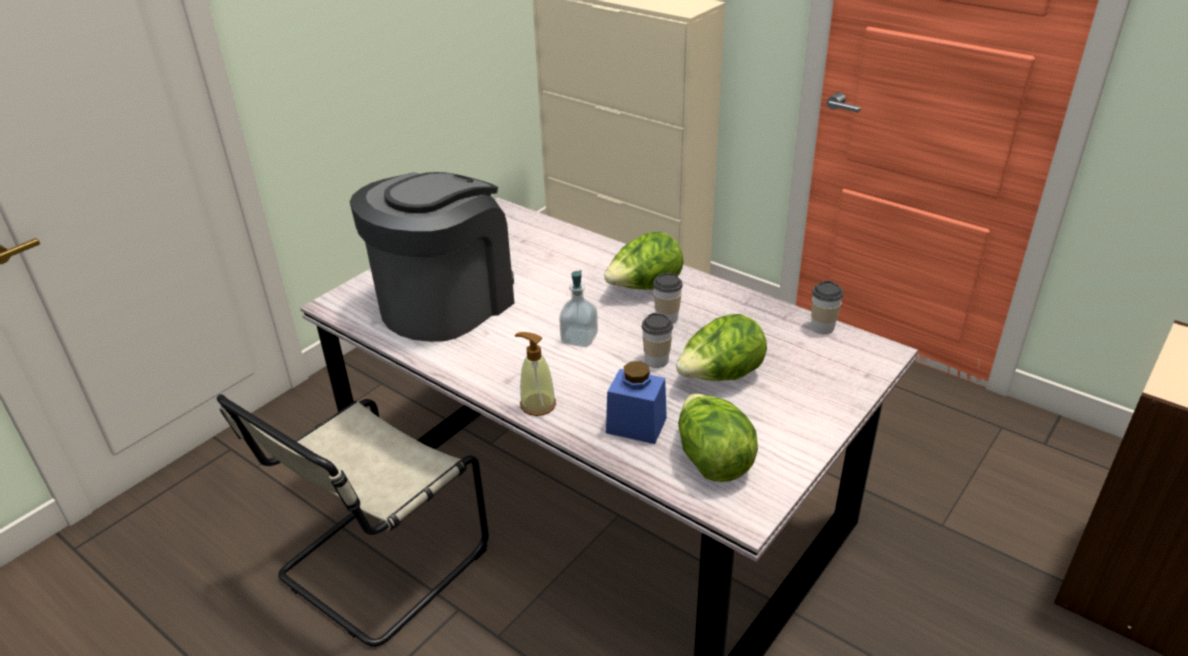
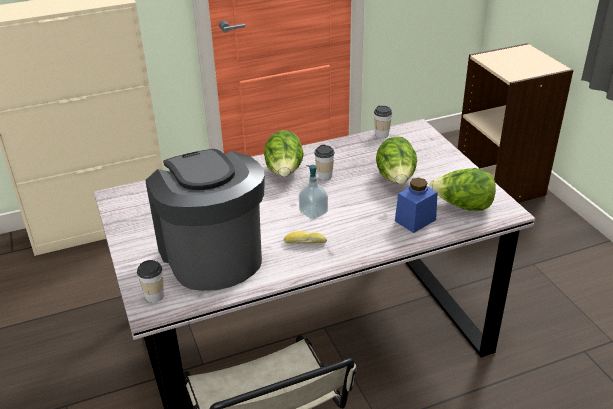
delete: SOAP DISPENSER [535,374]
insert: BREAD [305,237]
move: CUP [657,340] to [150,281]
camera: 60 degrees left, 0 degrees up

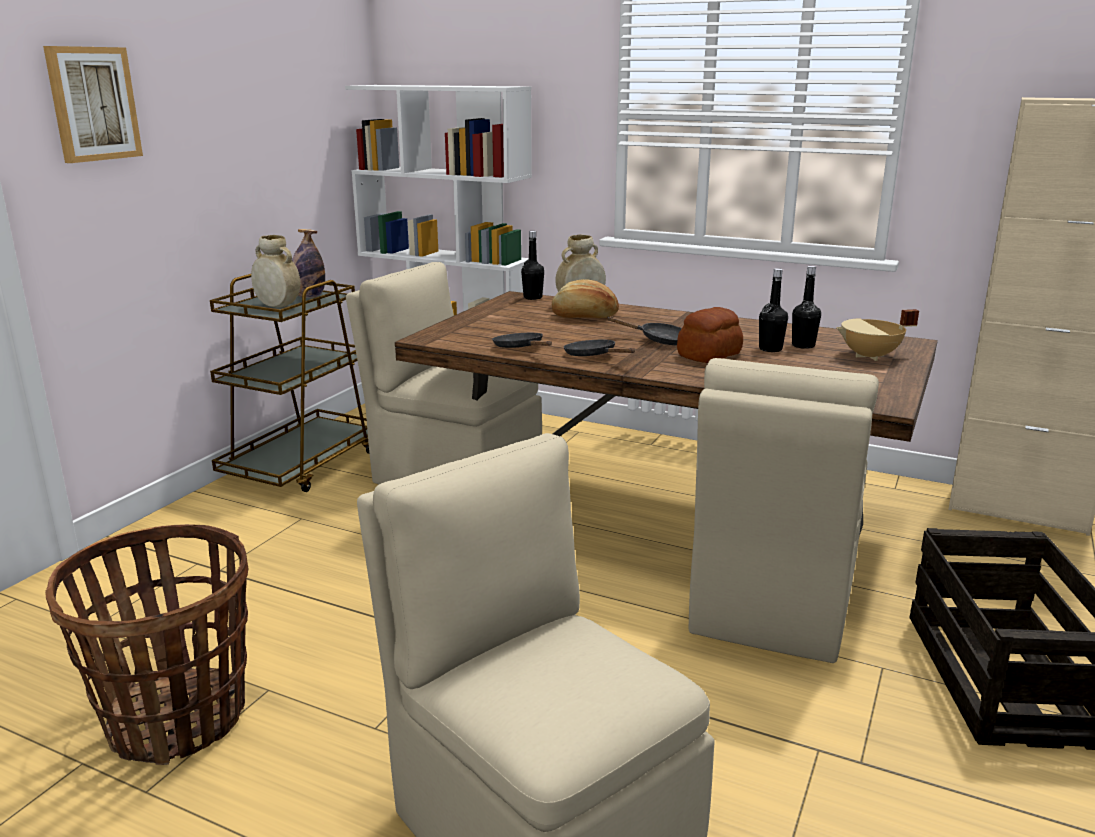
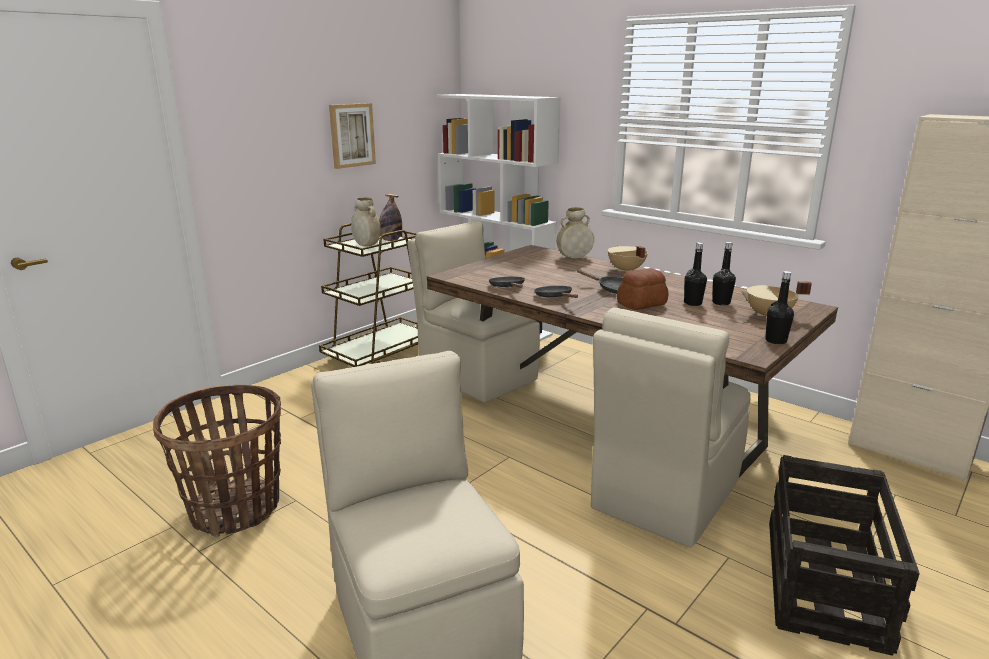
delete: BREAD [585,298]
insert: BEIGE COOKING POT [628,258]
move: PICTURE [93,104] to [352,136]; BLACK BOTTLE [532,265] to [779,307]
camera: 15 degrees right, 0 degrees up

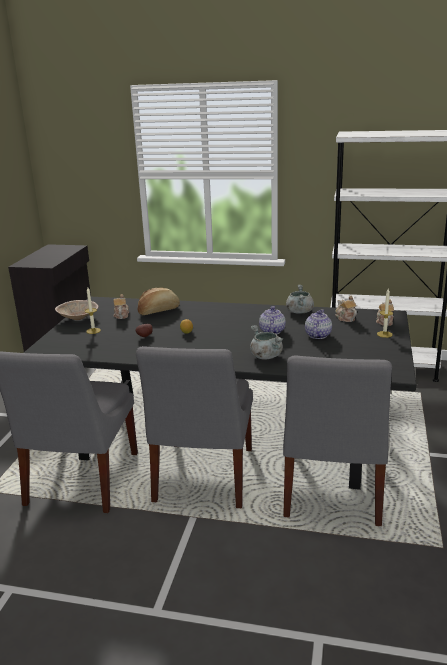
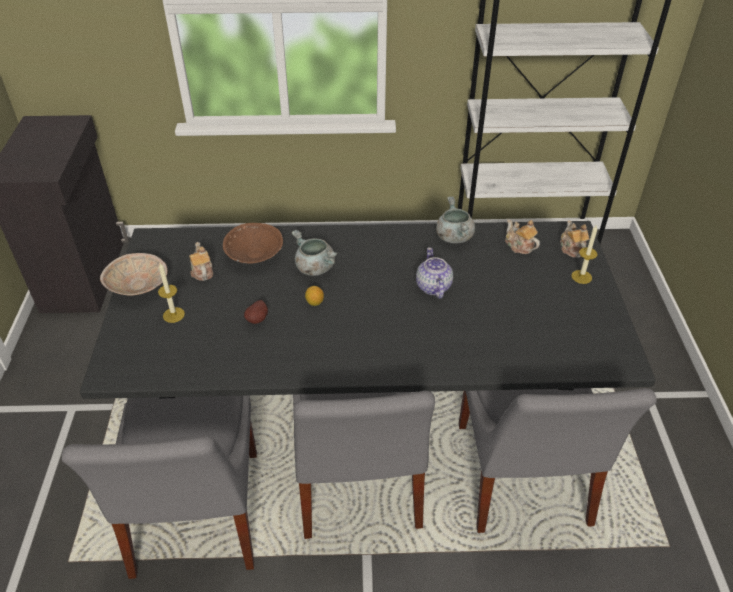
delete: TEAPOT [318,324]
move: GREY COOKING POT [266,342] to [314,253]
replace: BREAD [159,301] to BROWN BOWL [253,243]
camera: 15 degrees left, 20 degrees up

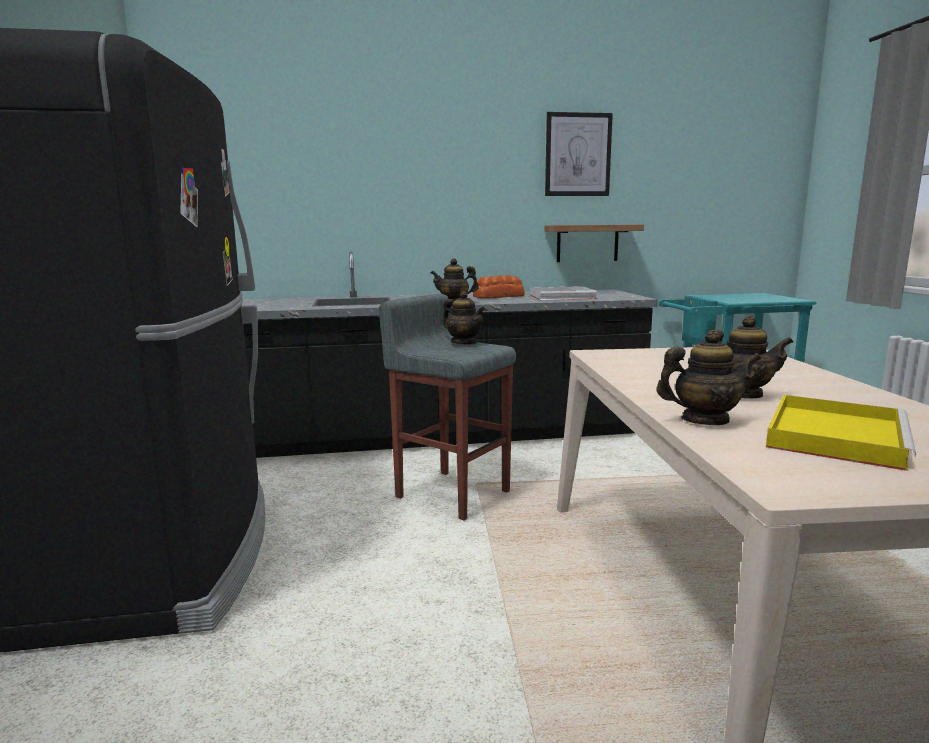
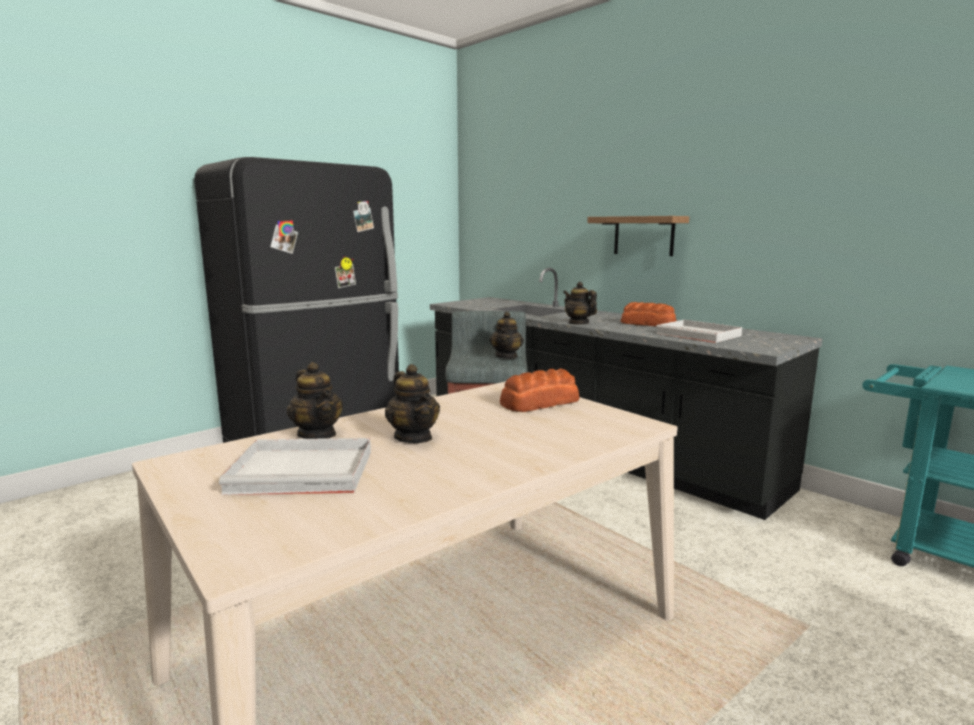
delete: PICTURE [579,154]
insert: BREAD [539,390]
move: SHELF [594,243] to [638,236]
recolor: YELLOW TRAY [841,433] to WHITE TRAY [295,466]
camera: 55 degrees right, 0 degrees up

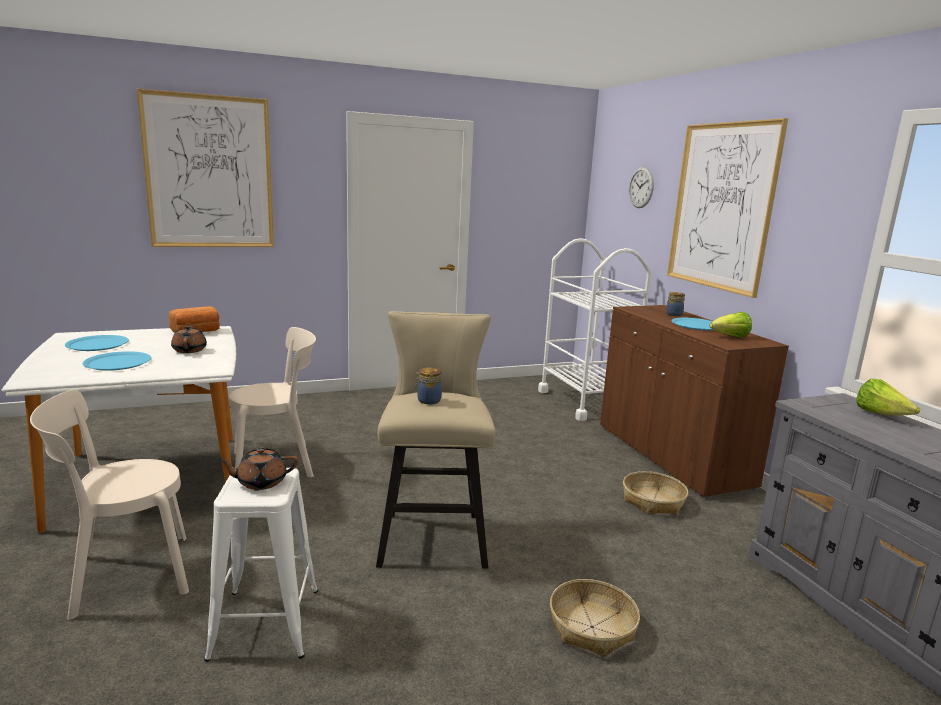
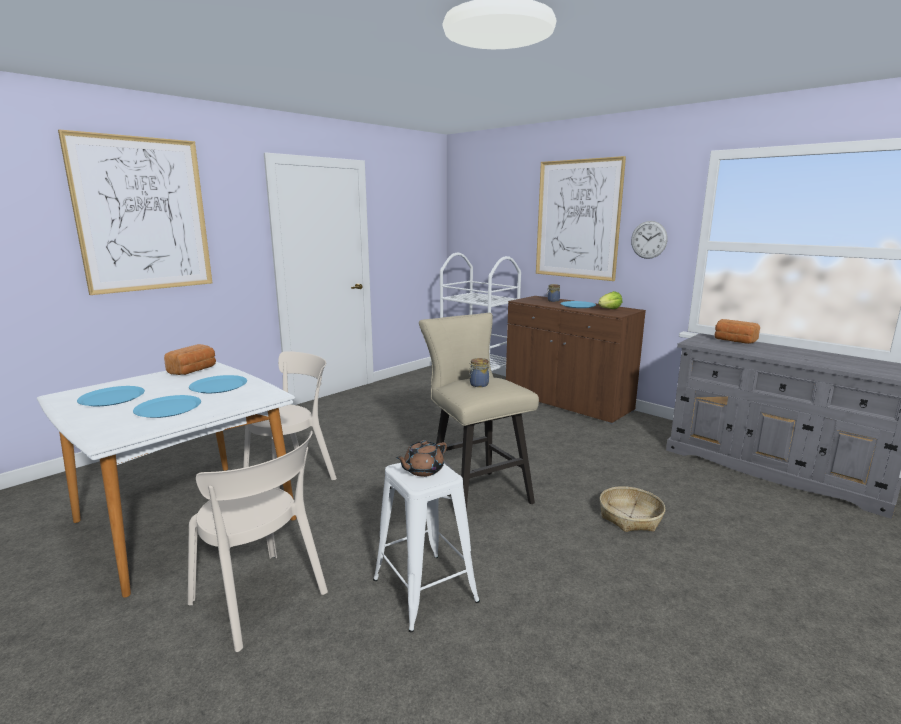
delete: BASKET [655,493]
move: WALL CLOCK [641,187] to [649,240]
replace: BROWN TEAPOT [189,339] to BLUE PLATE [218,384]; LETTUCE [888,397] to BREAD [737,331]
rotate: BEIGE CHAIR [109,505] = [258,541] 90 degrees counterclockwise
camera: 25 degrees left, 0 degrees up

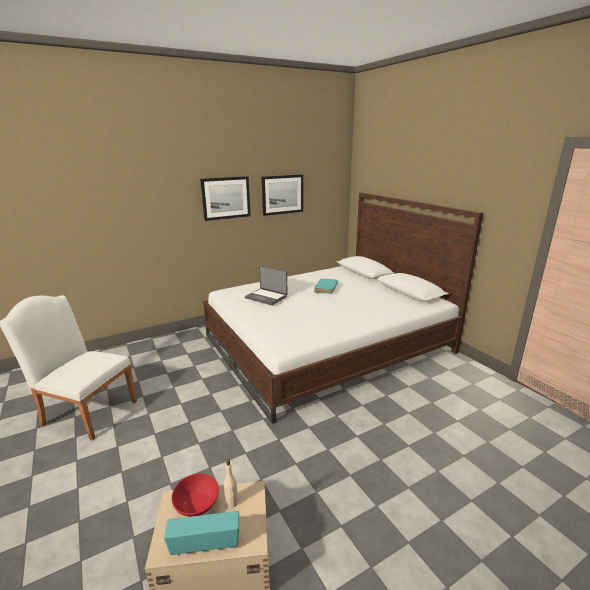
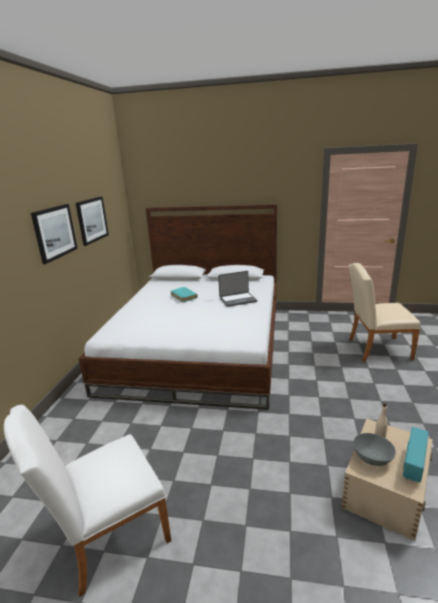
insert: BEIGE CHAIR [385,312]
move: LAPTOP [266,285] to [237,289]
recolor: RED BOWL [195,495] to GREY BOWL [374,449]
camera: 50 degrees left, 0 degrees up

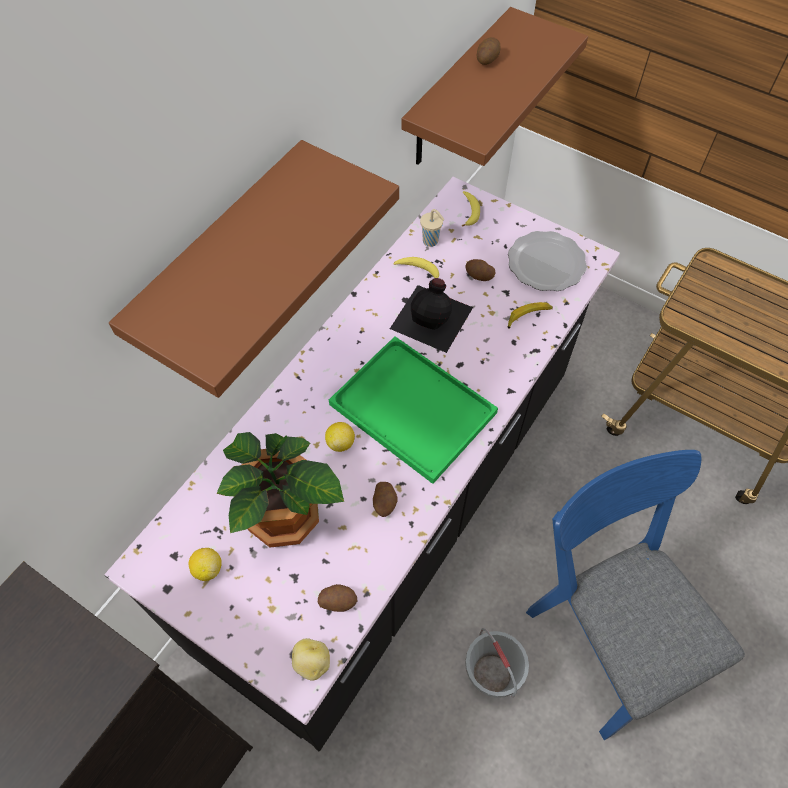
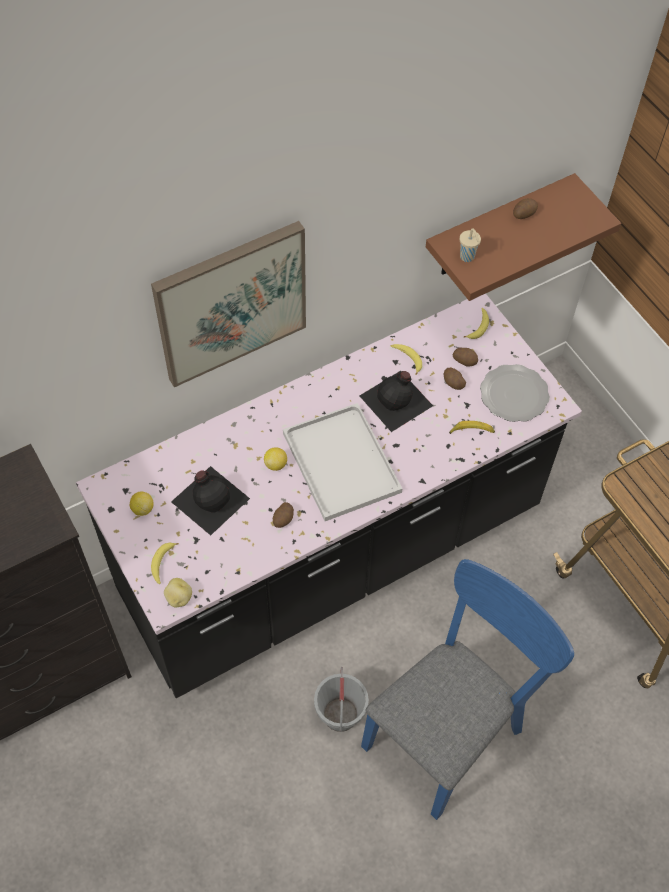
insert: BANANA [165,563]
move: POTATO [338,598] to [465,357]; BEIGE CUP [432,228] to [470,245]
replace: BROWN SHELF [254,269] to PICTURE [228,304]; POTTED PLANT [280,490] to BLACK BOTTLE [210,500]
recolor: GREEN TRAY [413,410] to WHITE TRAY [343,462]
rotate: BLUE CHAIR [635,595] = [467,689] 45 degrees clockwise
camera: 25 degrees right, 0 degrees up

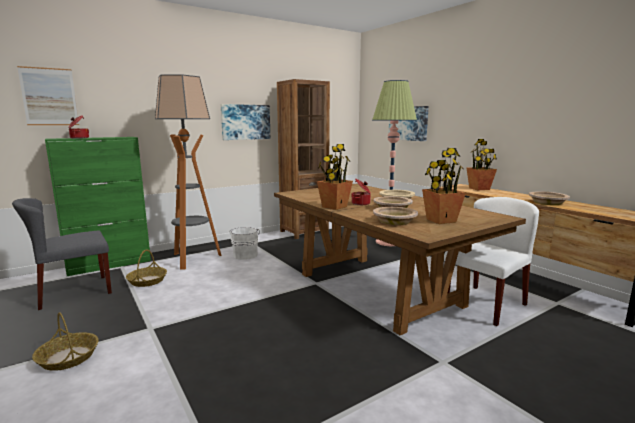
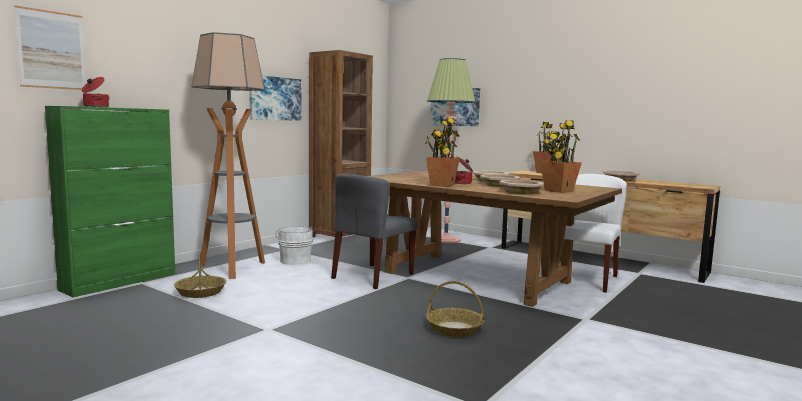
move: GREY CHAIR [62,254] to [374,231]; BASKET [65,341] to [455,309]
camera: 20 degrees left, 5 degrees down

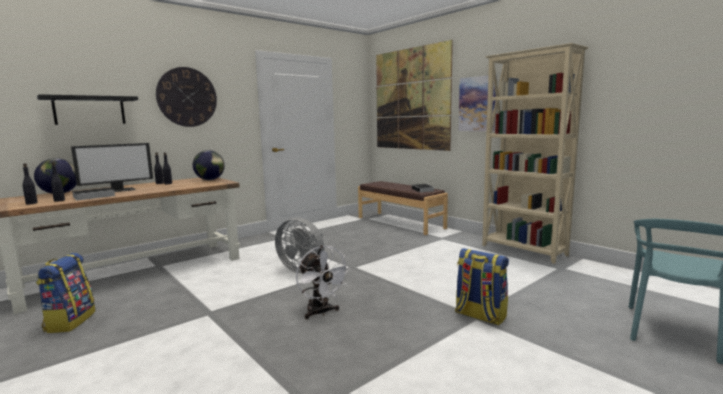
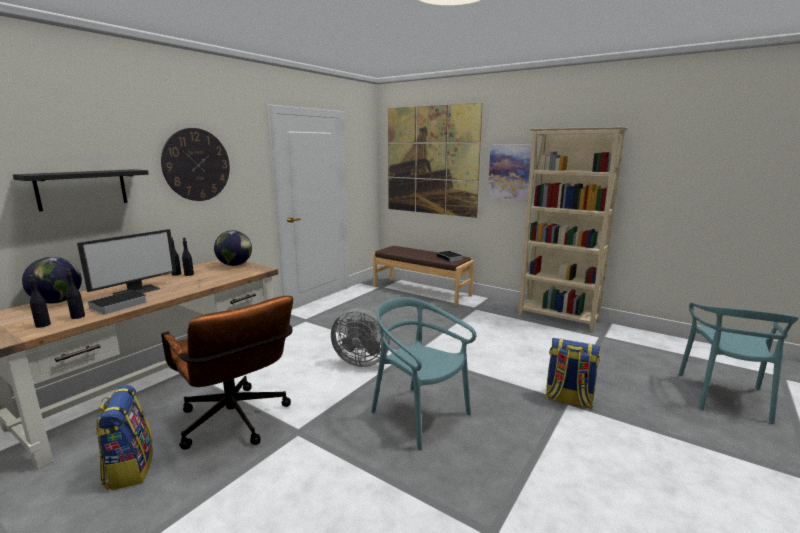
insert: BROWN OFFICE CHAIR [227,373]
replace: WHITE FAN [323,282] to TURQUOISE CHAIR [423,374]
camera: 15 degrees left, 5 degrees up

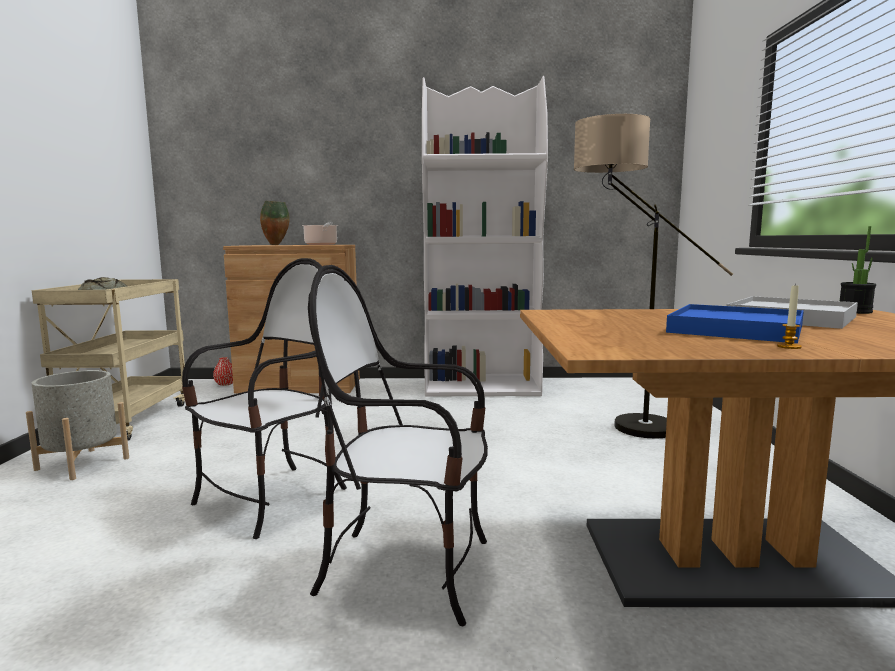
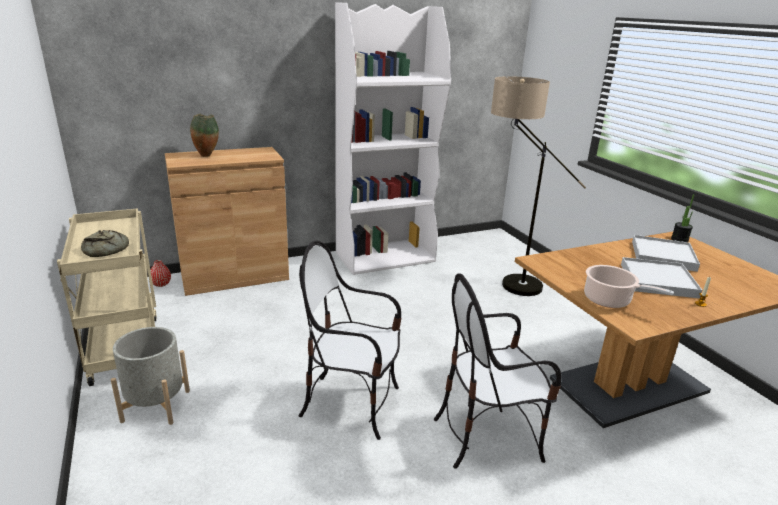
move: COOKING POT [320,233] to [629,286]
recolor: BLUE TRAY [735,323] to WHITE TRAY [661,277]
rotate: CHAIR [264,398] = [350,340] 90 degrees counterclockwise
camera: 25 degrees left, 15 degrees up

